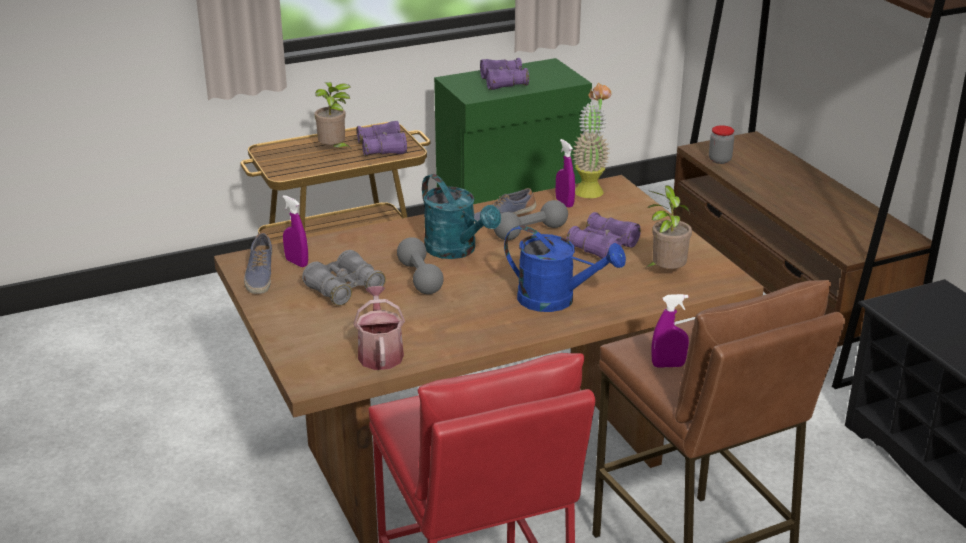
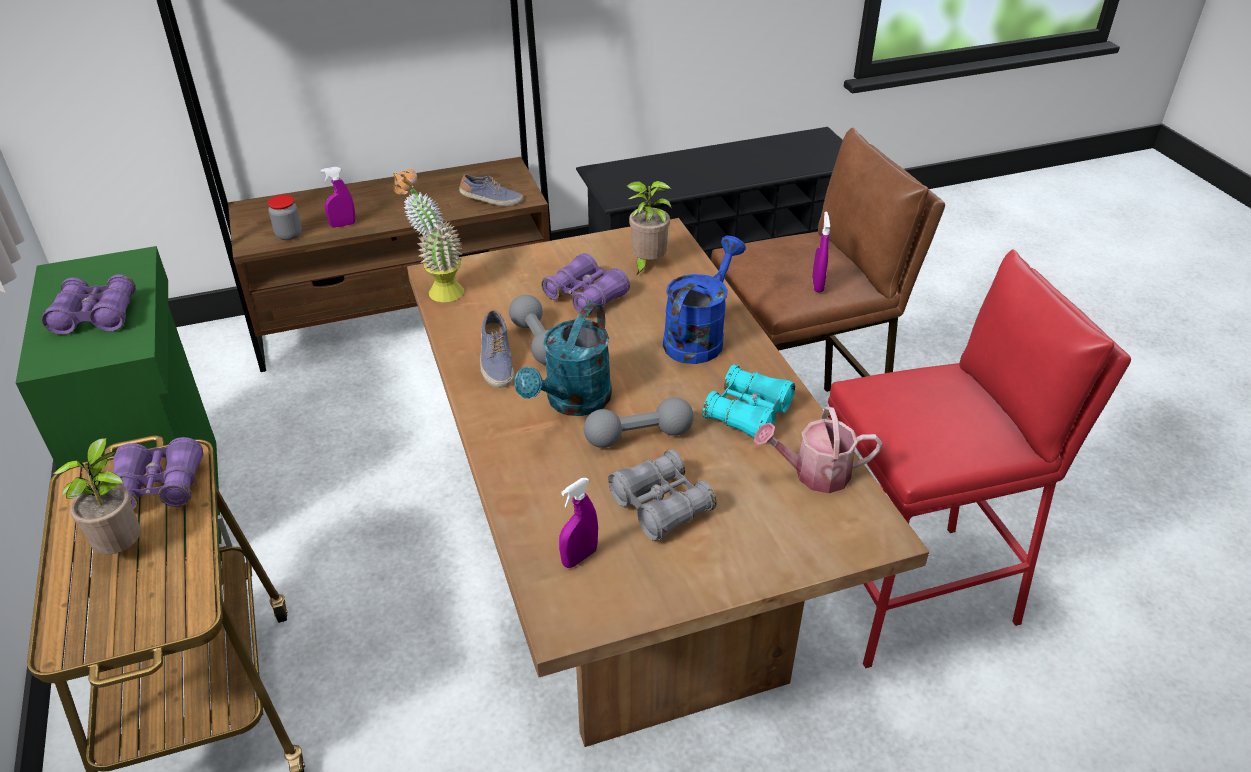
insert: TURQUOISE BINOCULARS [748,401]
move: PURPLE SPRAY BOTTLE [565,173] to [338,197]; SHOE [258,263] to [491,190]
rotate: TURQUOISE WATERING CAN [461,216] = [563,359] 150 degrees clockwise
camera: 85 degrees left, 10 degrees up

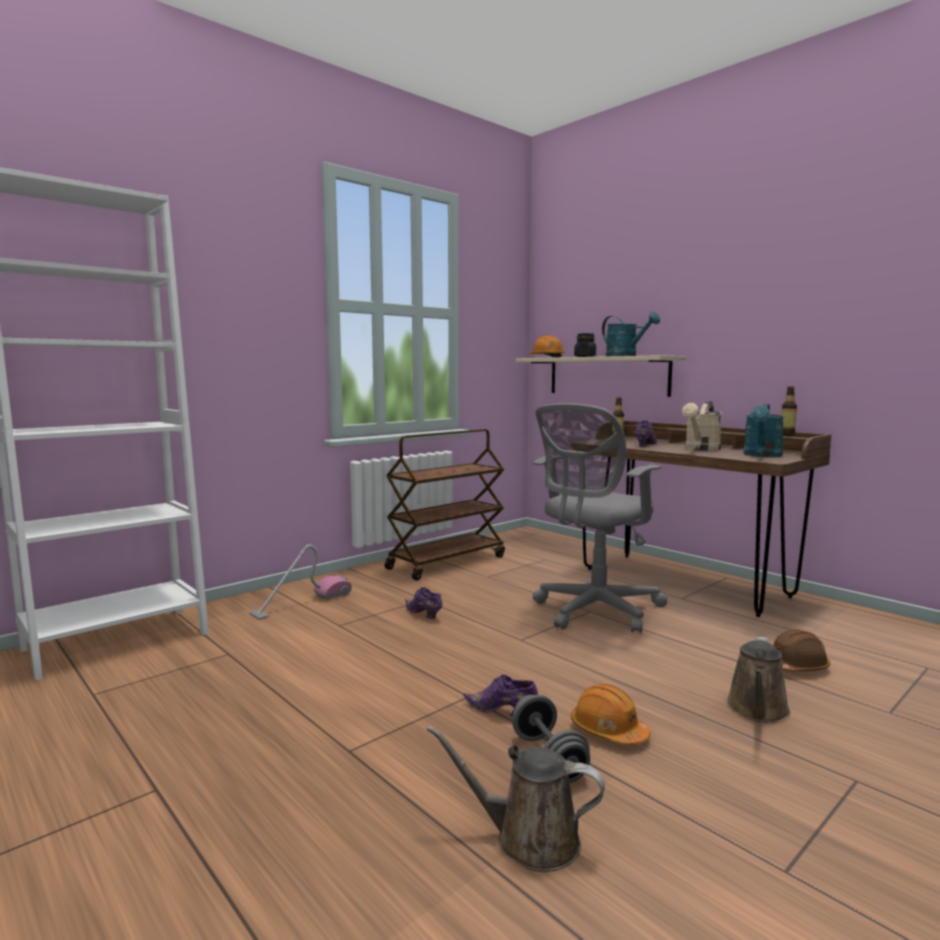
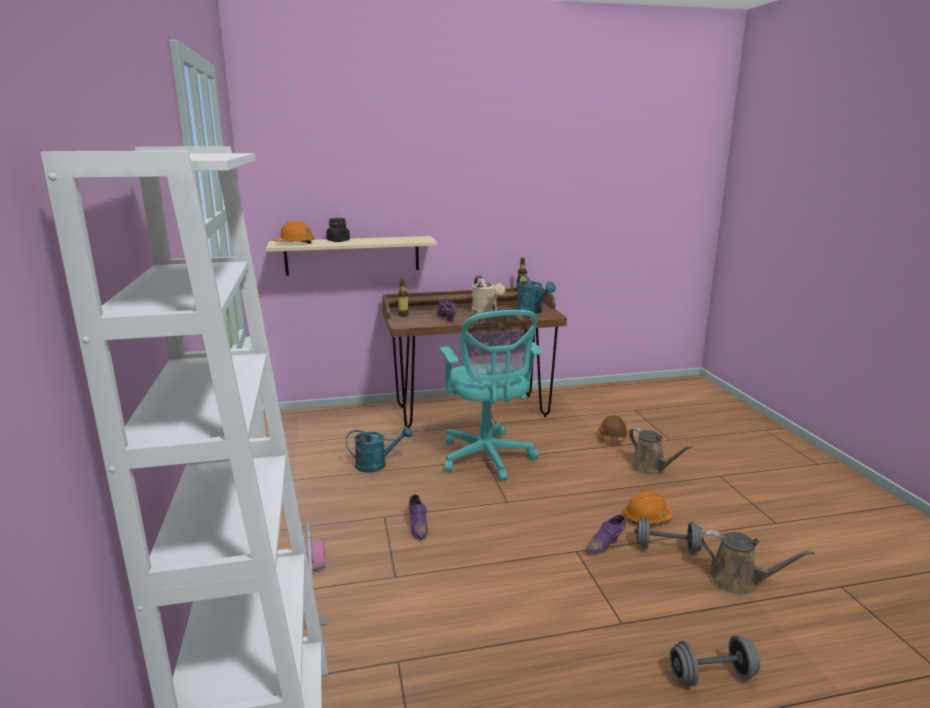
delete: BROWN CART [445,505]
insert: GREY DUMBBELL [715,660]
move: TURQUOISE WATERING CAN [631,334] to [379,449]
recolor: GREY OFFICE CHAIR [600,518] to TURQUOISE OFFICE CHAIR [491,395]
rotate: PURPLE SHOE [424,603] = [418,517] 90 degrees counterclockwise; BROWN WATERING CAN [516,798] = [758,562] 105 degrees counterclockwise
camera: 60 degrees left, 10 degrees up

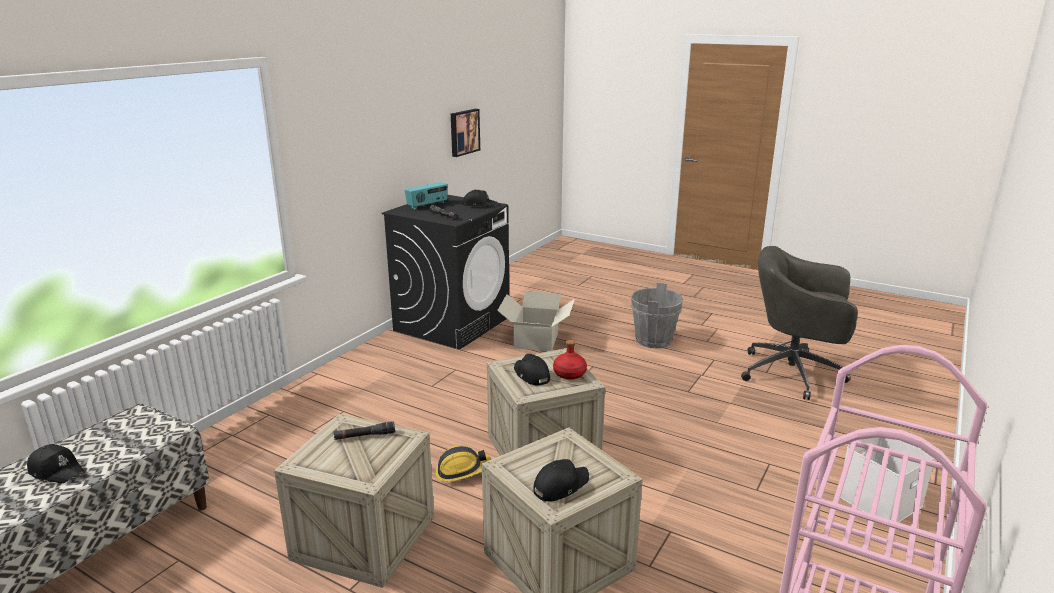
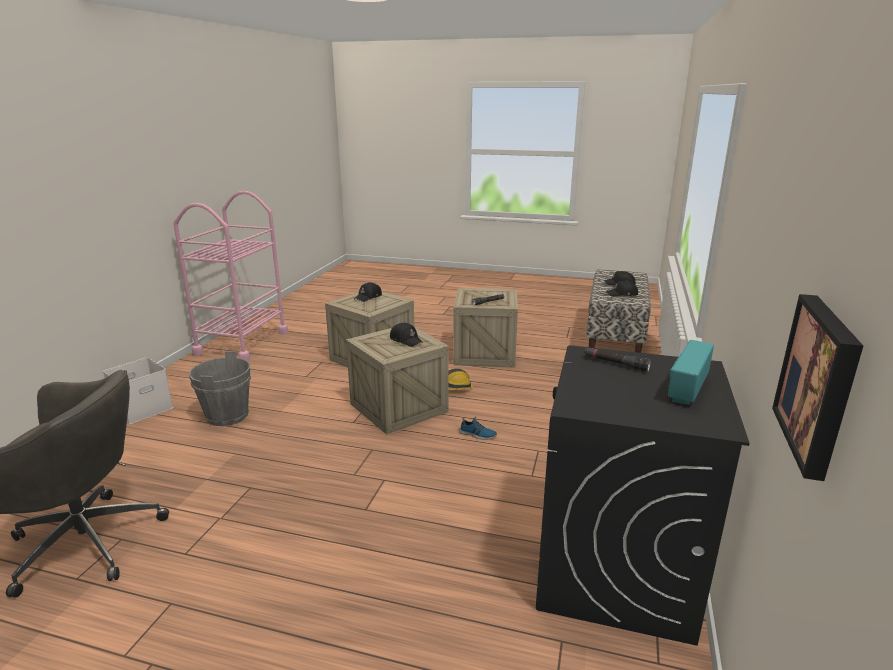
delete: CARDBOARD BOX [536,321]; RED BOTTLE [570,360]
insert: SHOE [478,428]
move: GREY BUCKET [657,315] to [220,388]; BLACK CAP [480,198] to [622,289]
camera: 165 degrees right, 0 degrees up

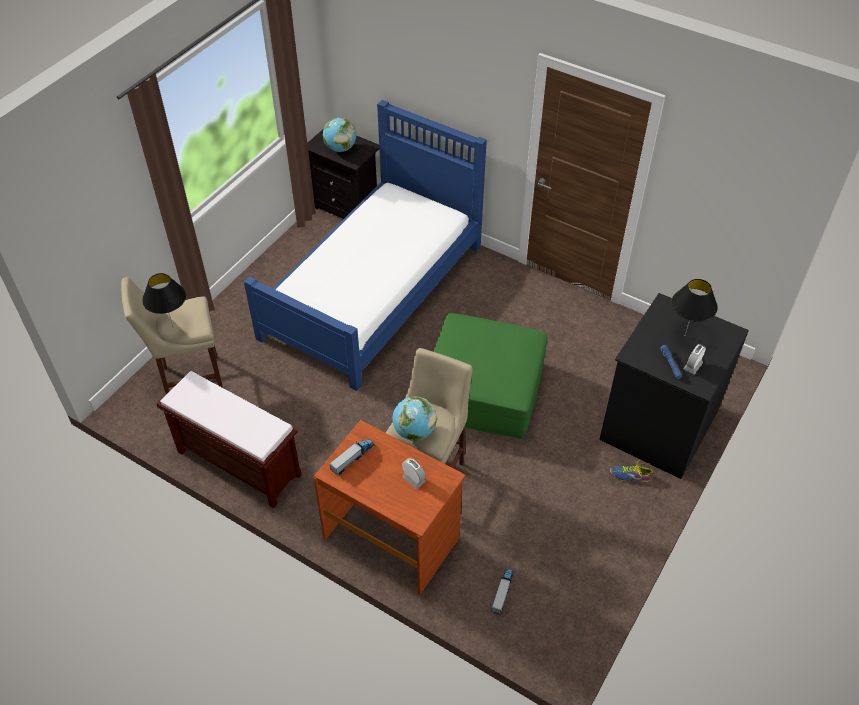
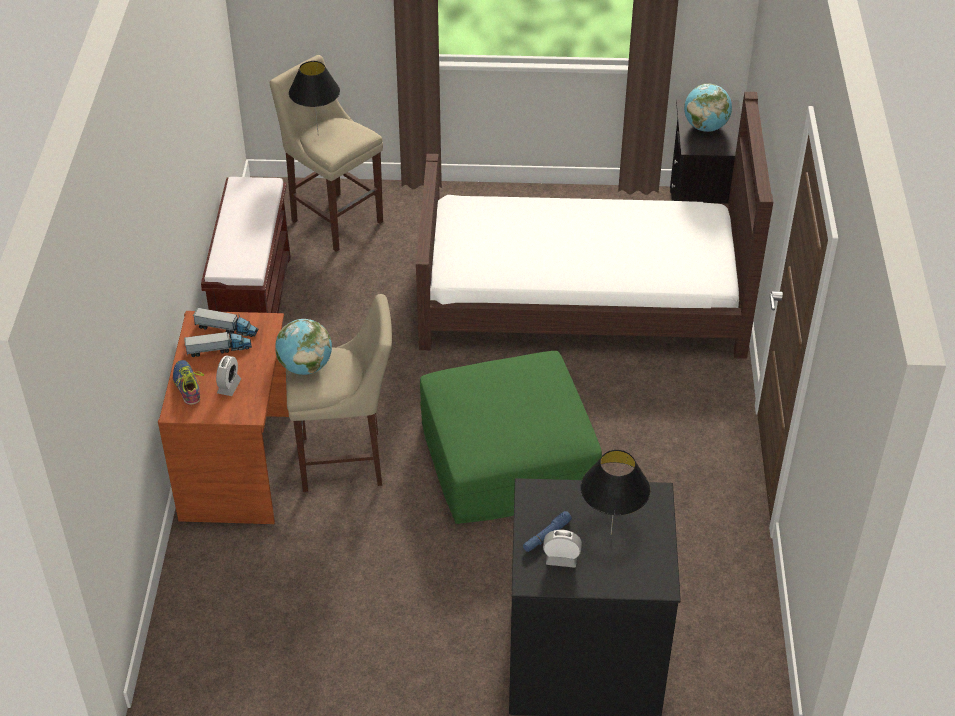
move: SHOE [631,471] to [188,382]; TOY TRUCK [502,592] to [218,344]
recolor: BLUE BED [365,245] to BROWN BED [594,225]
camera: 60 degrees right, 5 degrees down

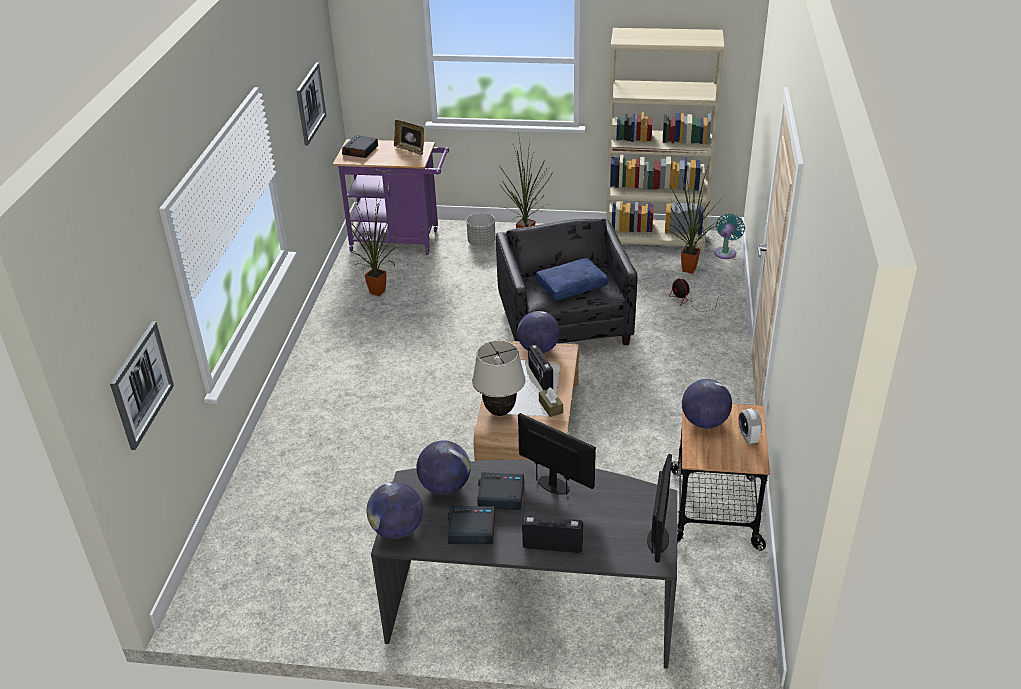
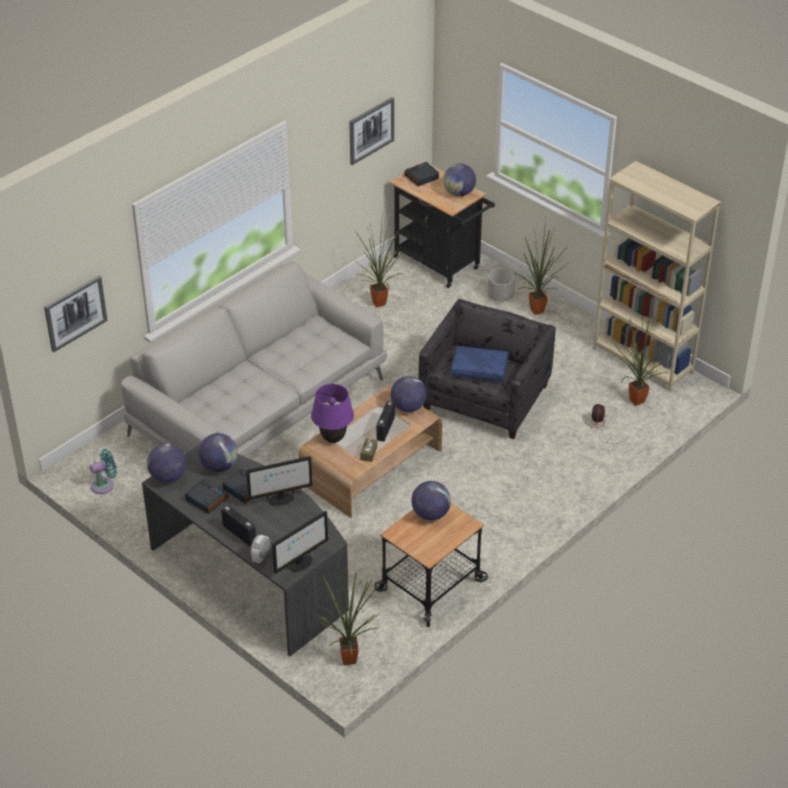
insert: GREY SOFA [254,359]; POTTED PLANT [347,613]
move: TURQUOISE FAN [729,236] to [103,471]; ALARM CLOCK [750,426] to [260,549]
replace: PICTURE FRAME [409,137] to GLOBE [459,180]
recolor: BEIGE TABLE LAMP [499,378] to PURPLE TABLE LAMP [332,413]; PURPLE CART [391,197] to BLACK CART [442,224]
rotate: MONITOR [557,454] = [279,481] 90 degrees clockwise
camera: 35 degrees right, 5 degrees up

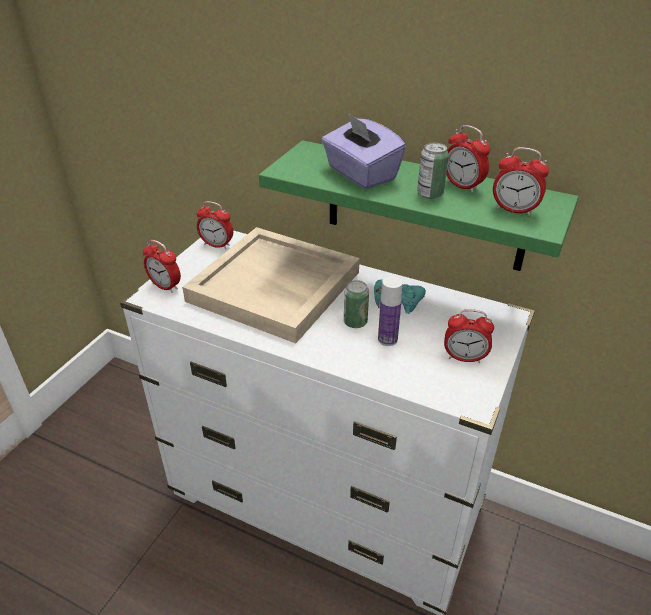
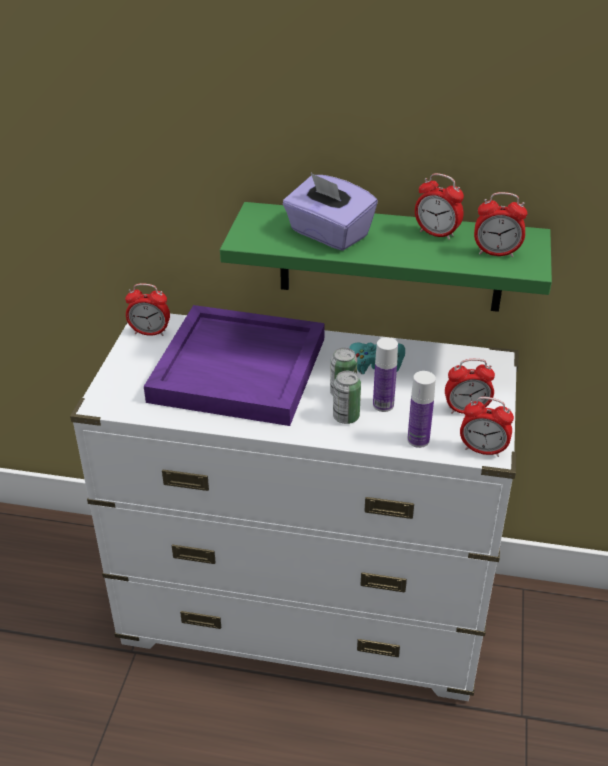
insert: BOTTLE [421,409]
move: CAN [433,171] to [347,397]; ALARM CLOCK [162,266] to [487,427]
recolor: BEIGE TRAY [271,285] to PURPLE TRAY [234,365]
camera: 15 degrees left, 0 degrees up

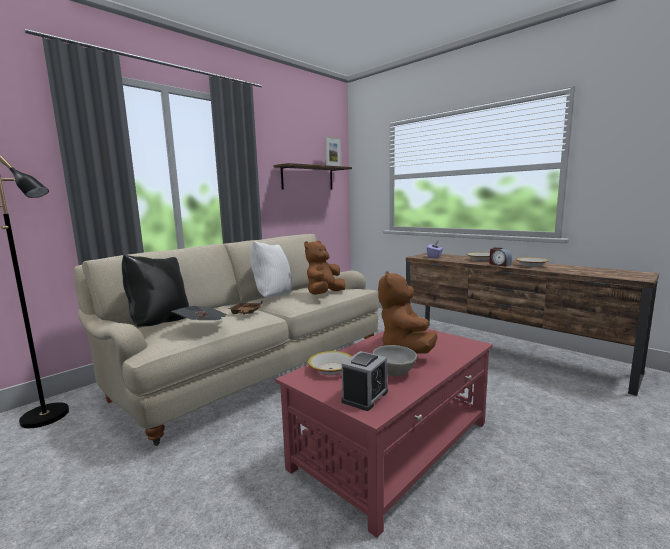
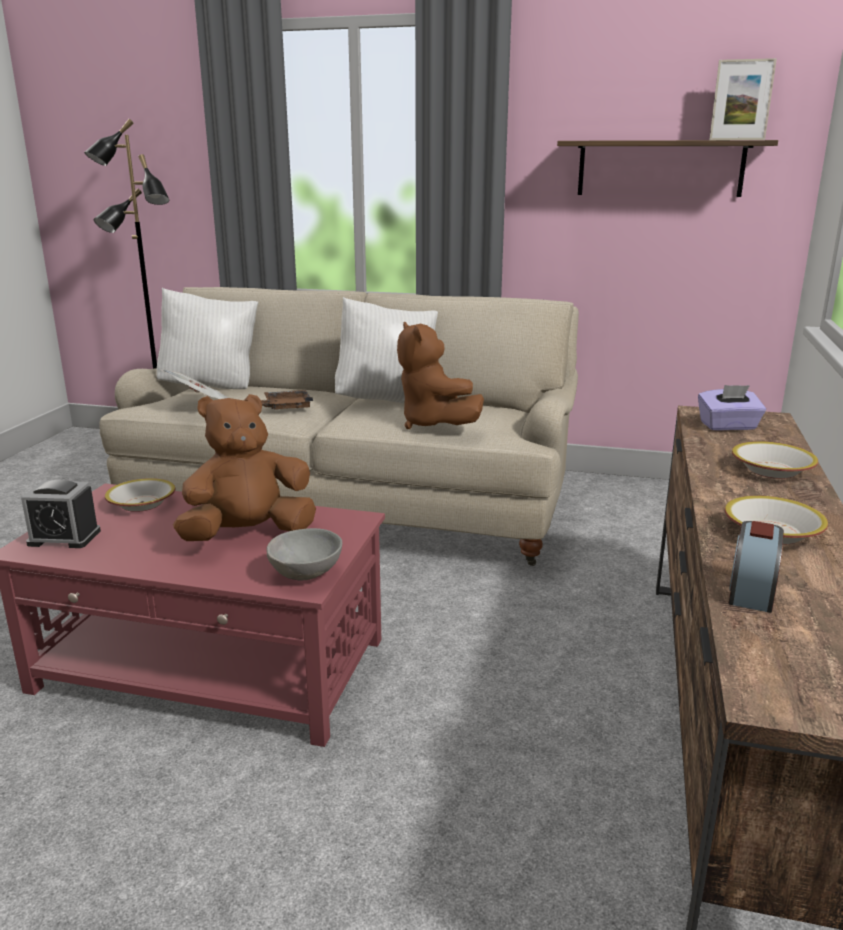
move: GREY BOWL [394,360] to [304,554]; ALARM CLOCK [500,257] to [756,567]
recolor: BLACK PILLOW [155,290] to WHITE PILLOW [207,338]
rotate: BROWN PLUSH TOY [325,268] = [440,375] 120 degrees counterclockwise
camera: 60 degrees right, 10 degrees up

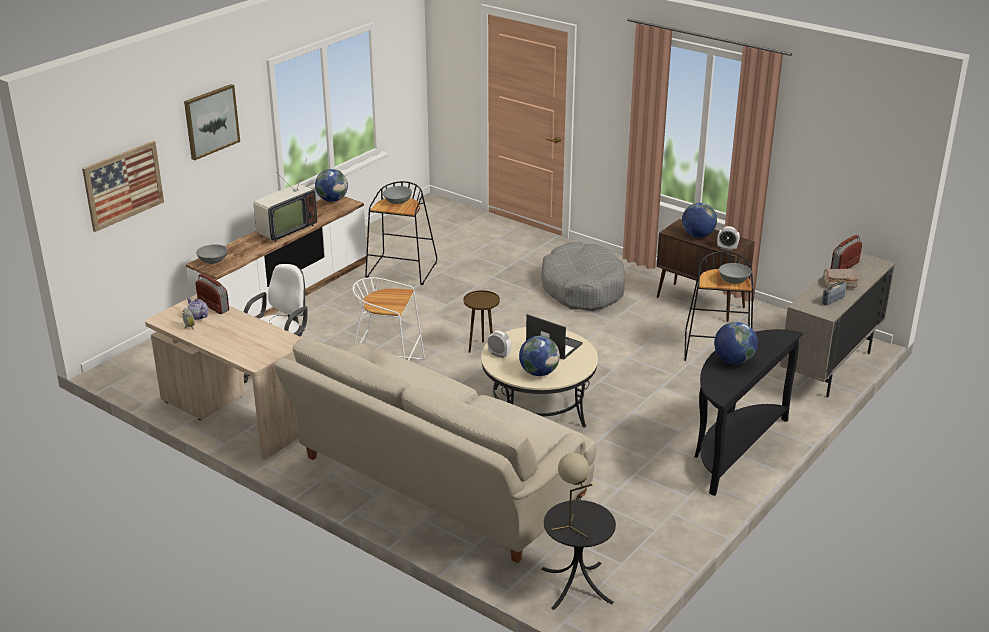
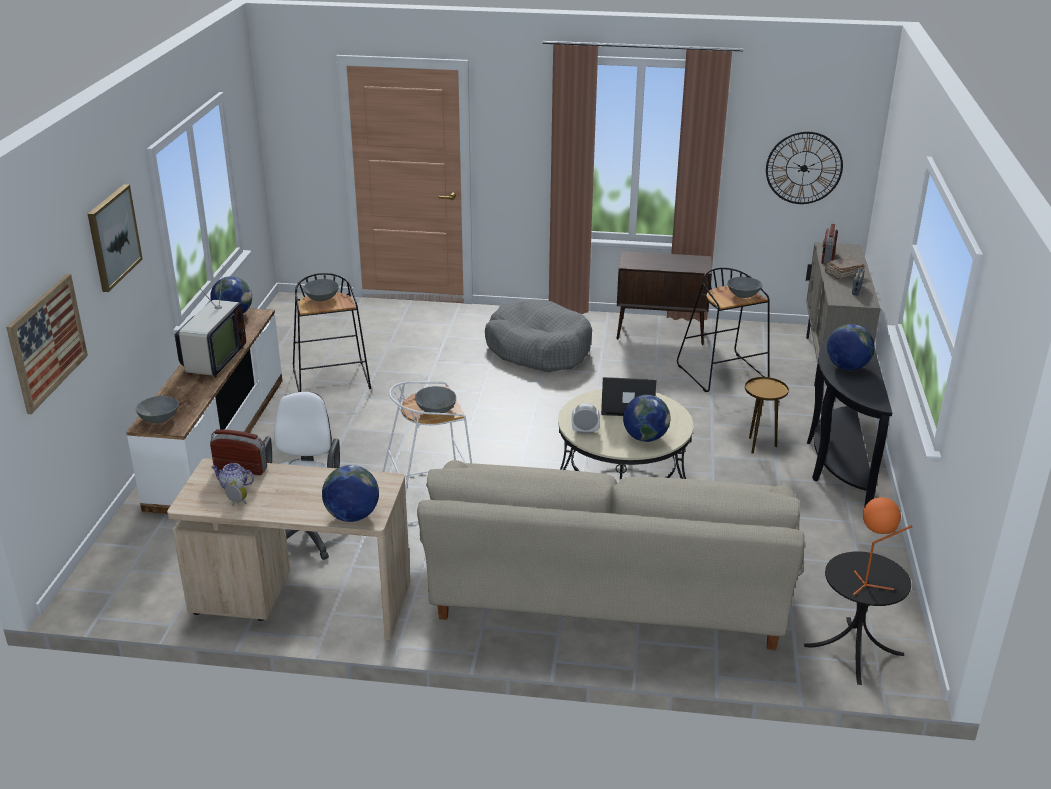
delete: ALARM CLOCK [728,238]
insert: GREY BOWL [435,400]; WALL CLOCK [804,168]
move: GLOBE [699,220] to [350,493]; BROWN SIDE TABLE [481,321] to [767,415]
recolor: BEIGE TABLE LAMP [572,495] to ORANGE TABLE LAMP [883,546]
camera: 30 degrees left, 0 degrees up

